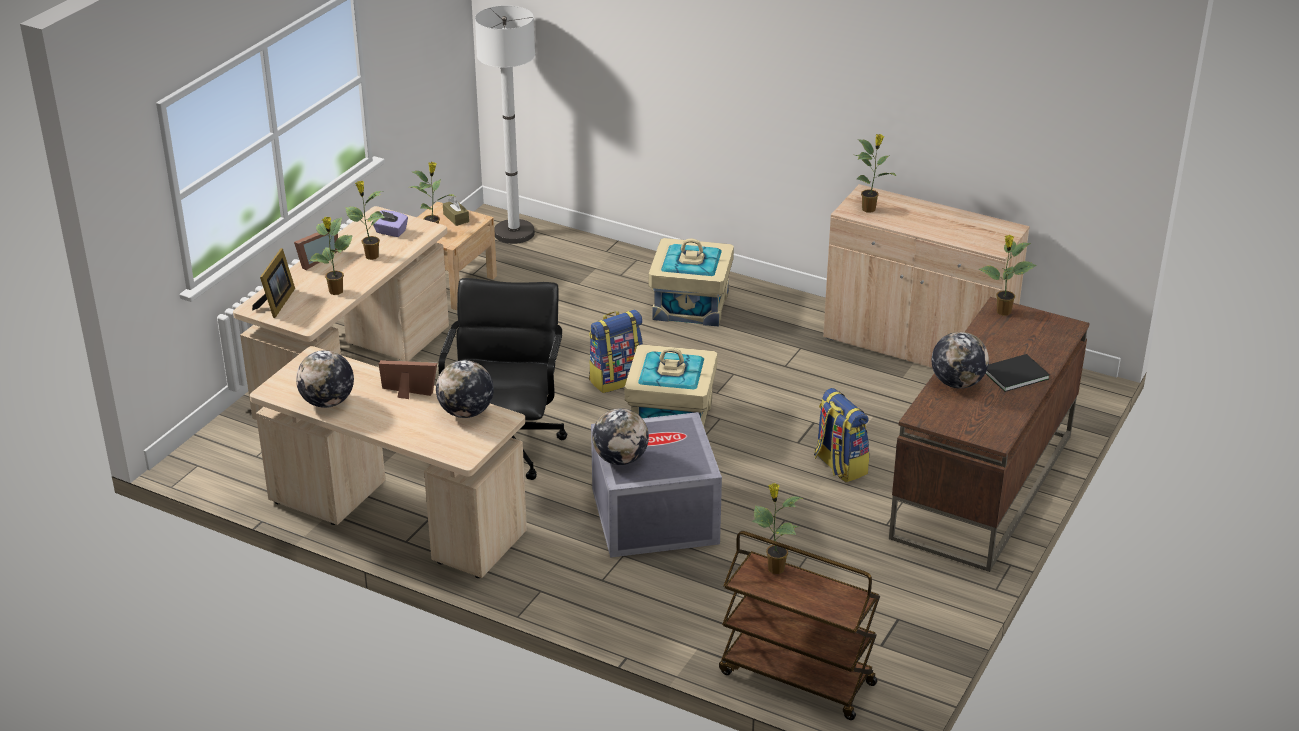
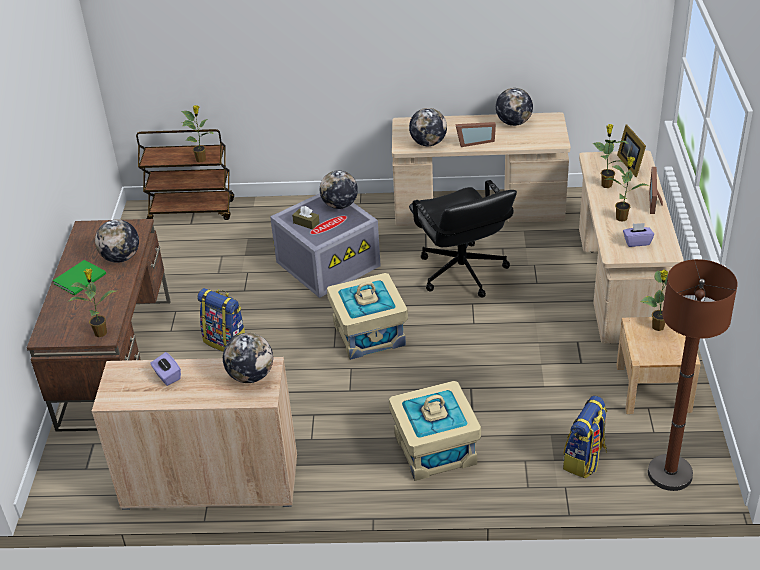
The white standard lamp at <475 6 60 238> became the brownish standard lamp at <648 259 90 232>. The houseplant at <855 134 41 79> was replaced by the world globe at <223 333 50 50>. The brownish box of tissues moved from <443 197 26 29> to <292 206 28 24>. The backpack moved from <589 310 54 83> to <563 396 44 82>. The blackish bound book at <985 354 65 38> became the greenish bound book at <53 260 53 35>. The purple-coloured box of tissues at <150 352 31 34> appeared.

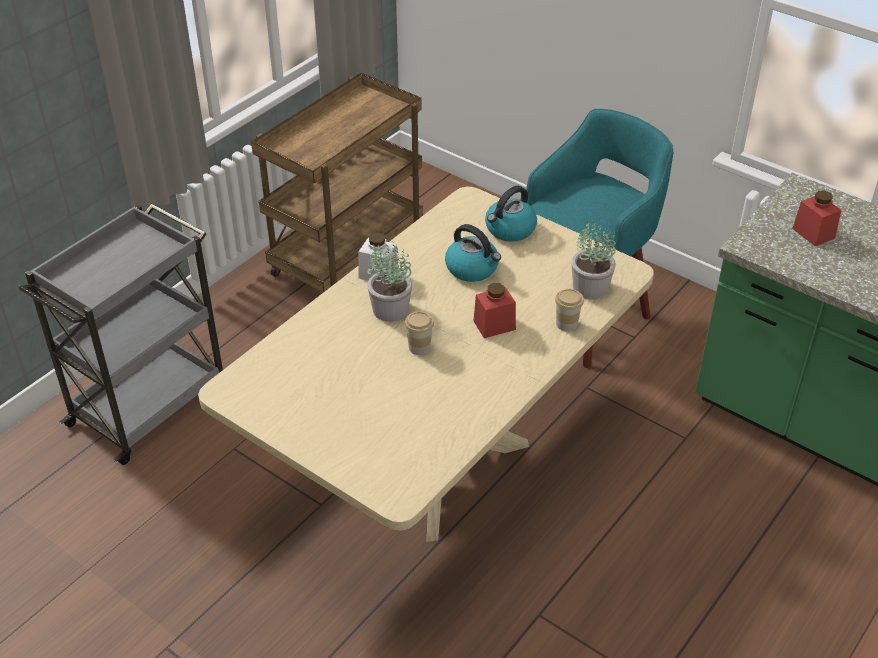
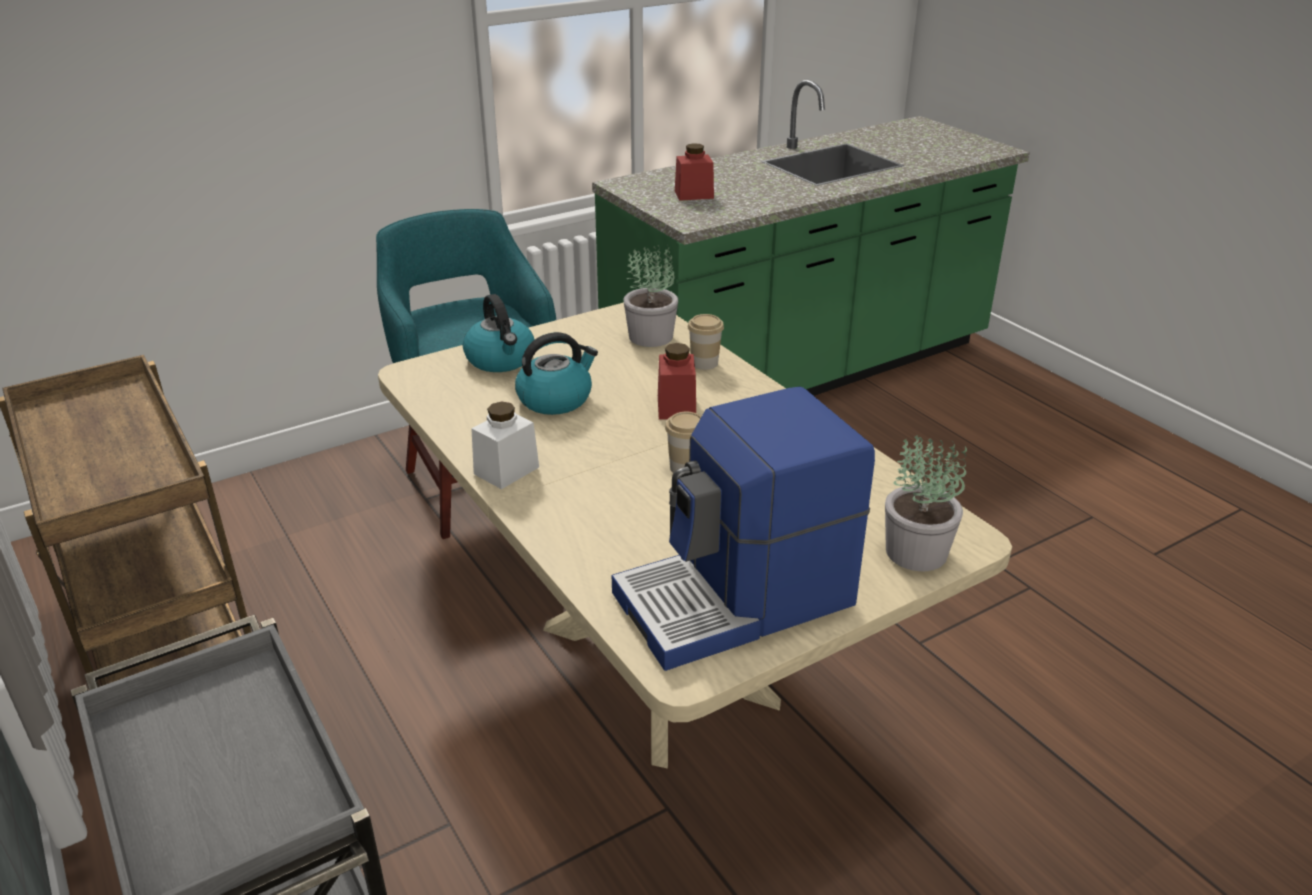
The houseplant moved from <367 241 45 81> to <885 436 82 135>. The coffee machine at <612 387 263 284> appeared.

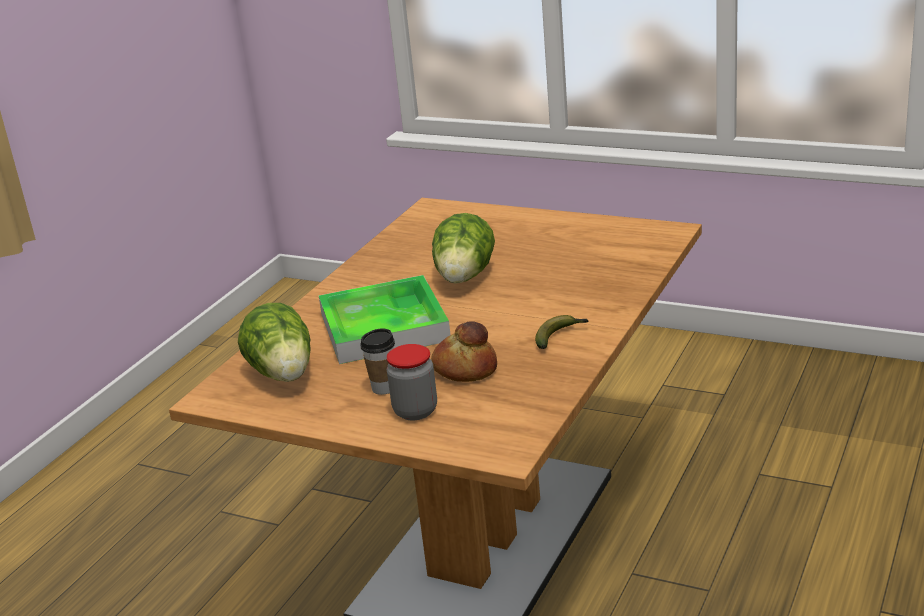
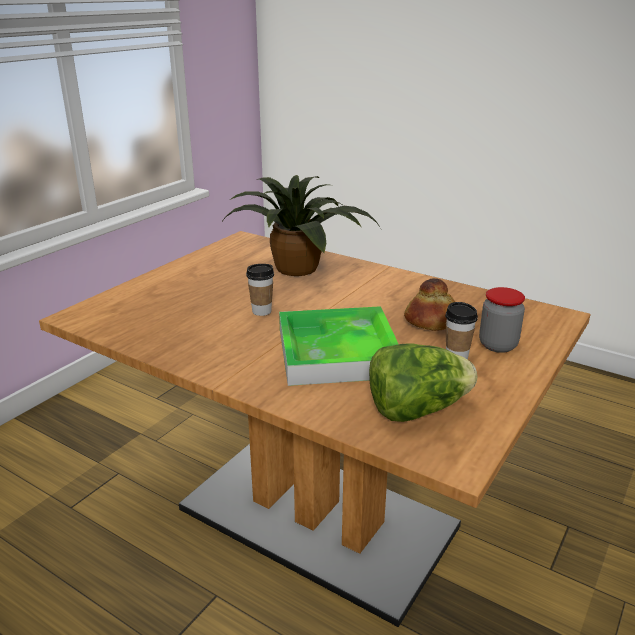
The lettuce at <432 213 63 71> was replaced by the small cup at <246 264 28 52>. The whole banana at <535 315 54 34> disappeared. The houseplant at <223 175 157 101> appeared.

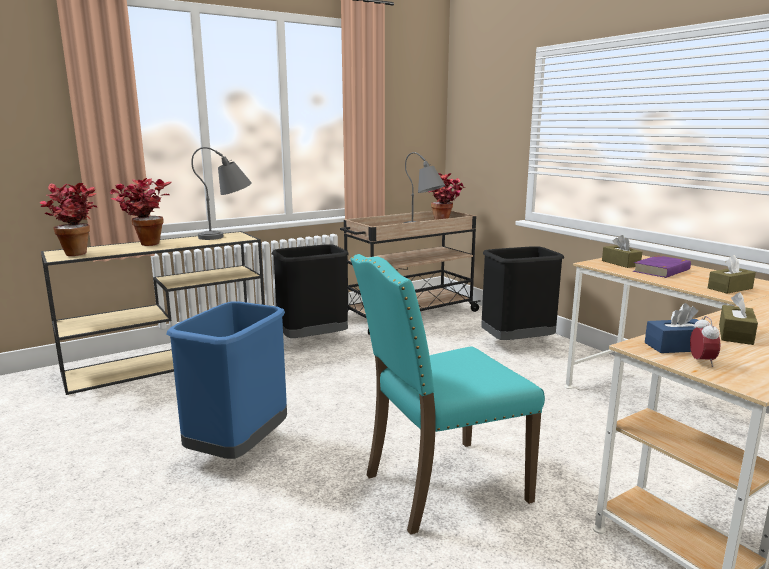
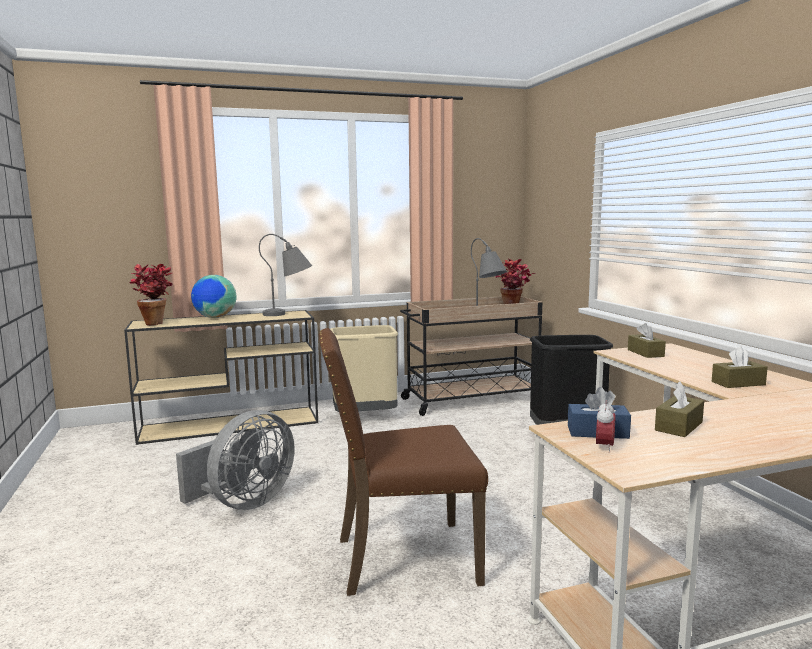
The houseplant at <110 178 62 68> was replaced by the world globe at <191 275 46 43>. The blackish trash can at <272 244 77 94> became the sand-coloured trash can at <330 325 68 87>. The blue-green chair at <350 254 195 281> became the brownish chair at <319 328 169 268>. The purple-coloured bound book at <633 255 58 23> disappeared. The bluish trash can at <167 301 120 158> was replaced by the greyish electric fan at <176 410 119 100>.

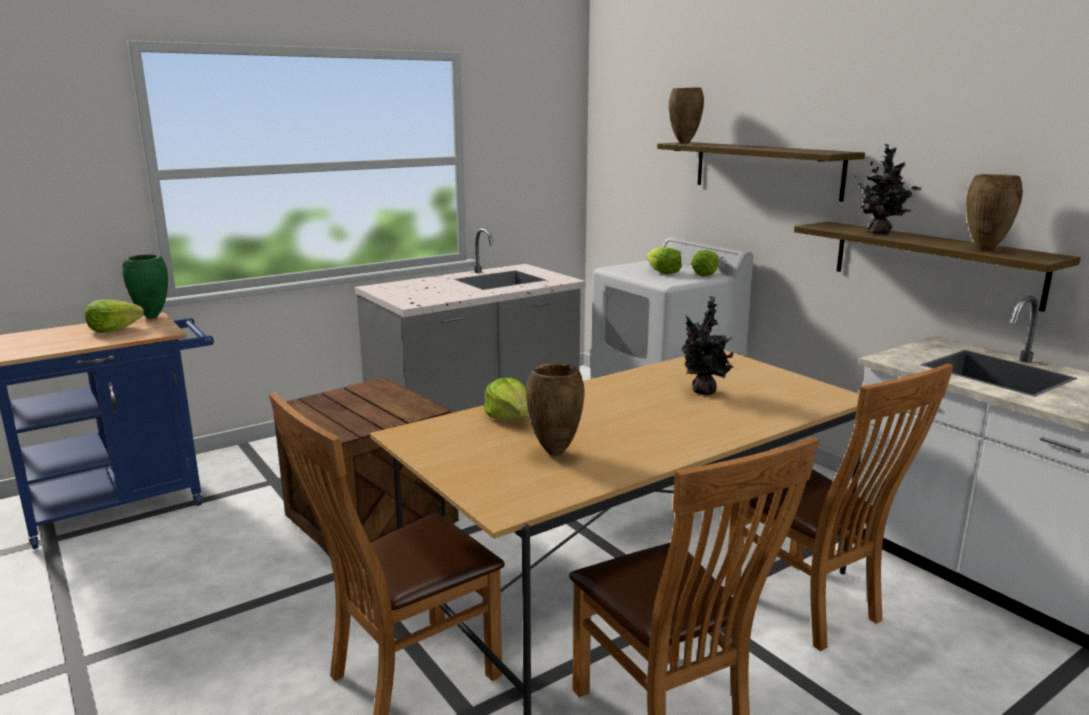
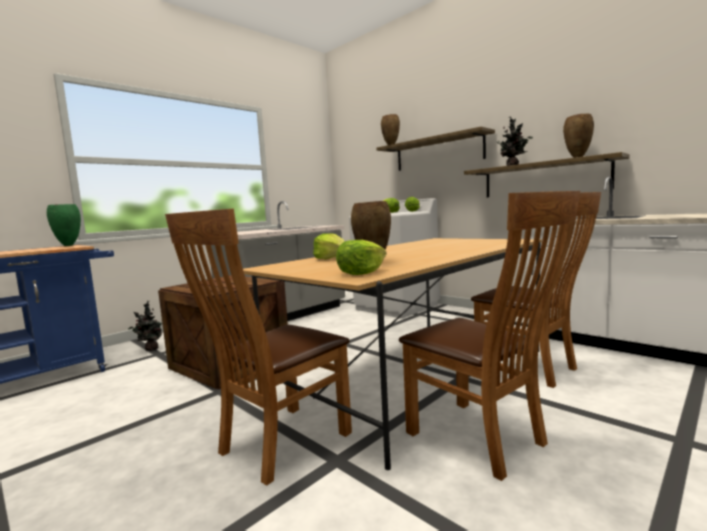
The houseplant moved from <681 296 53 99> to <128 301 34 50>. The lettuce moved from <85 300 59 33> to <336 240 50 35>.

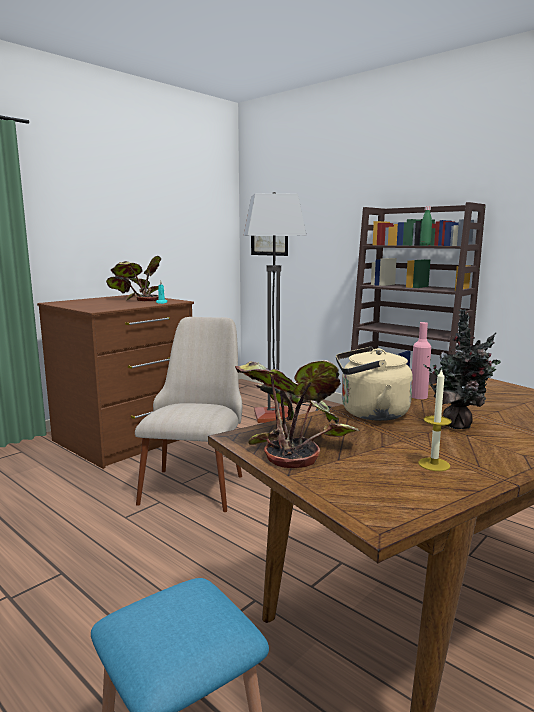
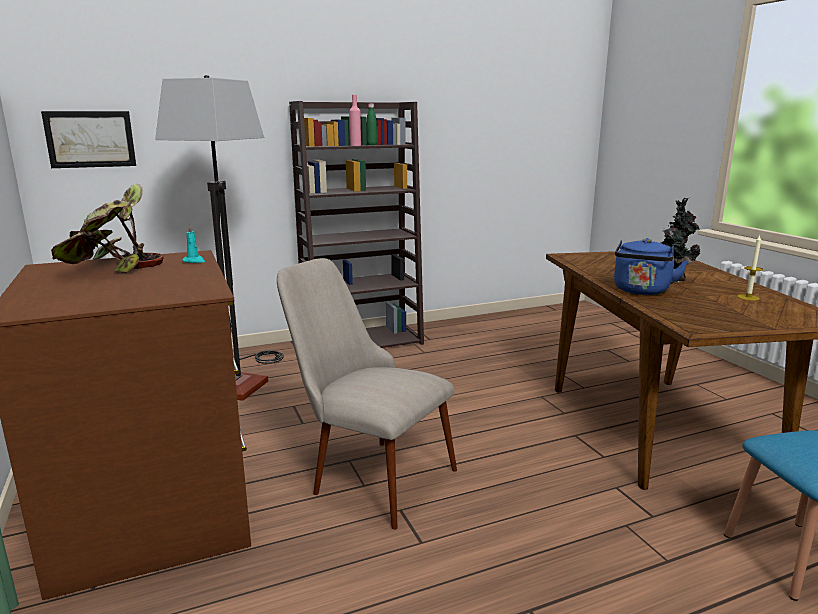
The pinkish beverage bottle moved from <411 322 20 77> to <349 95 12 51>. The sand-coloured tea kettle at <336 347 77 74> became the bluish tea kettle at <614 238 74 57>. The houseplant at <235 360 125 108> disappeared.

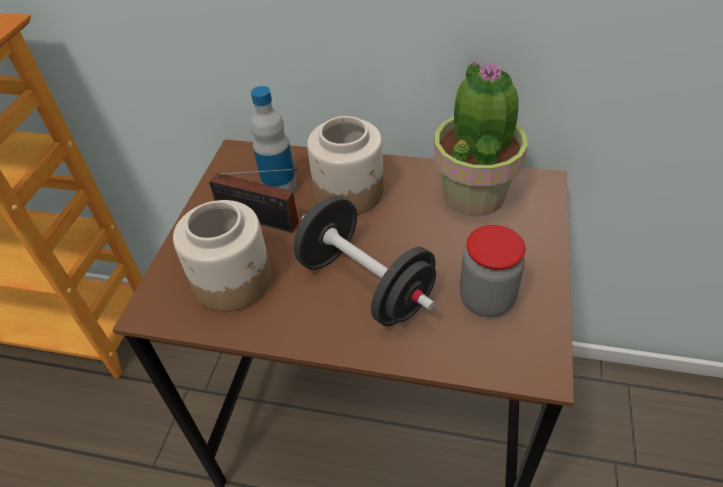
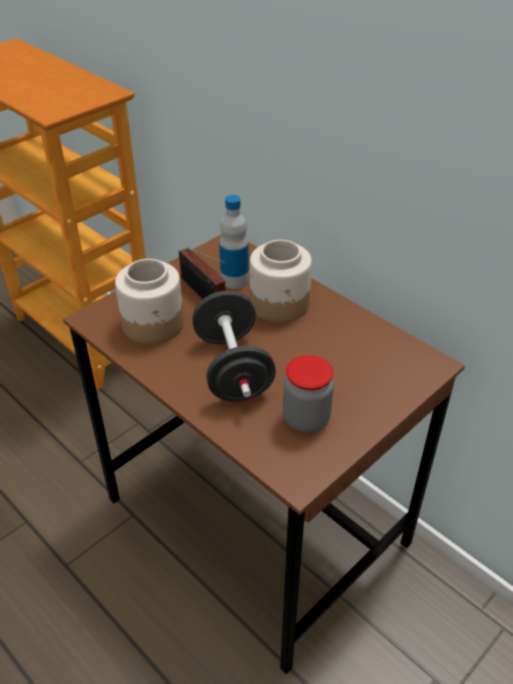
The houseplant at <434 60 94 156> disappeared.

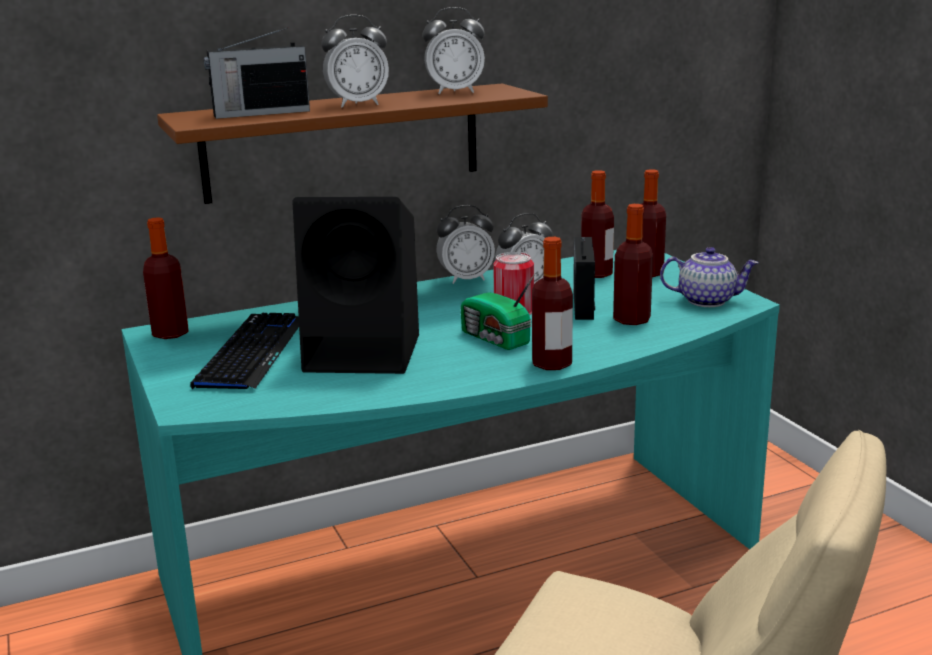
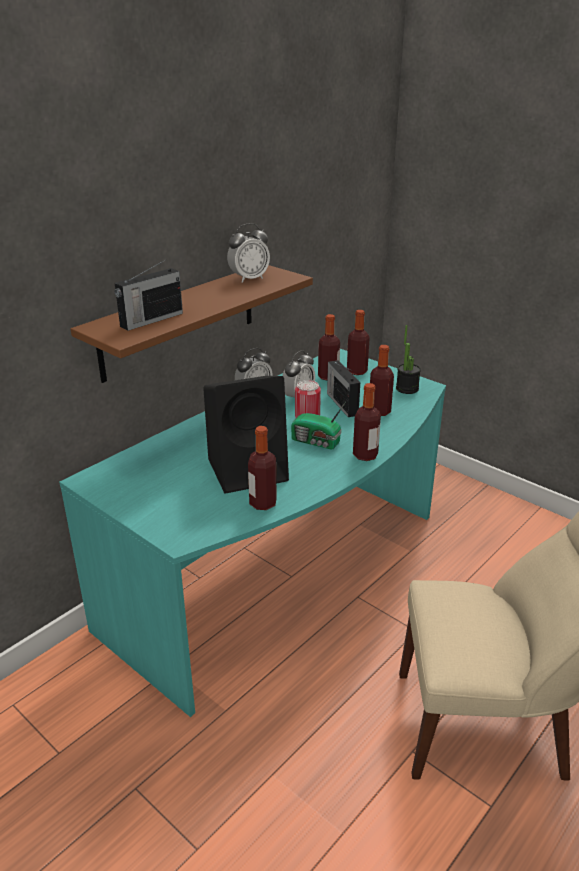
The alarm clock at <321 15 68 93> disappeared. The beverage bottle moved from <143 217 45 122> to <248 426 29 84>. The tea pot at <660 247 99 60> was replaced by the houseplant at <396 325 25 69>. The keyboard at <190 313 109 76> disappeared.

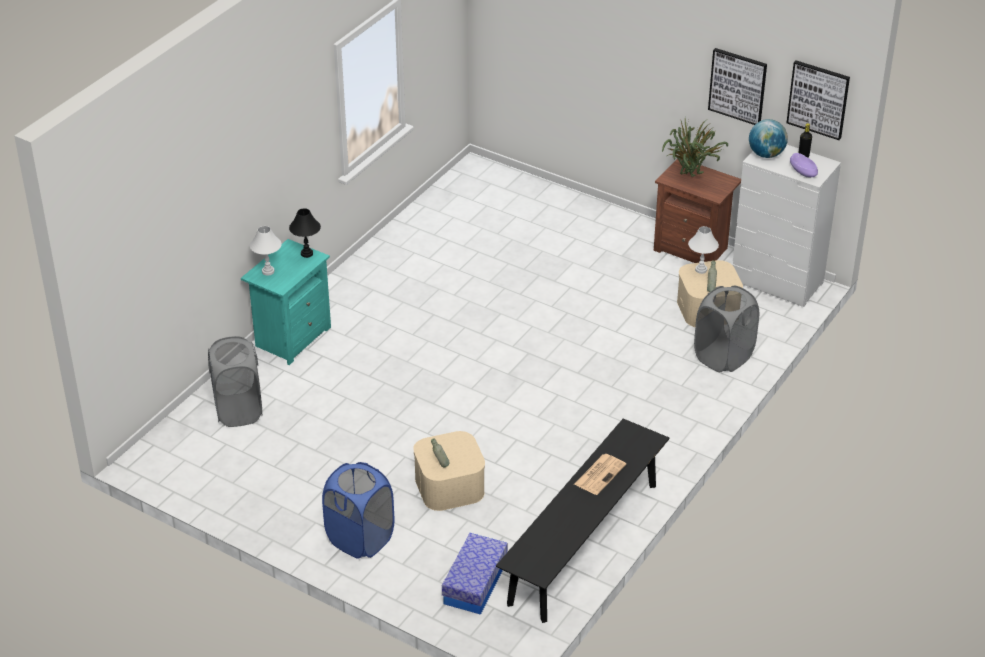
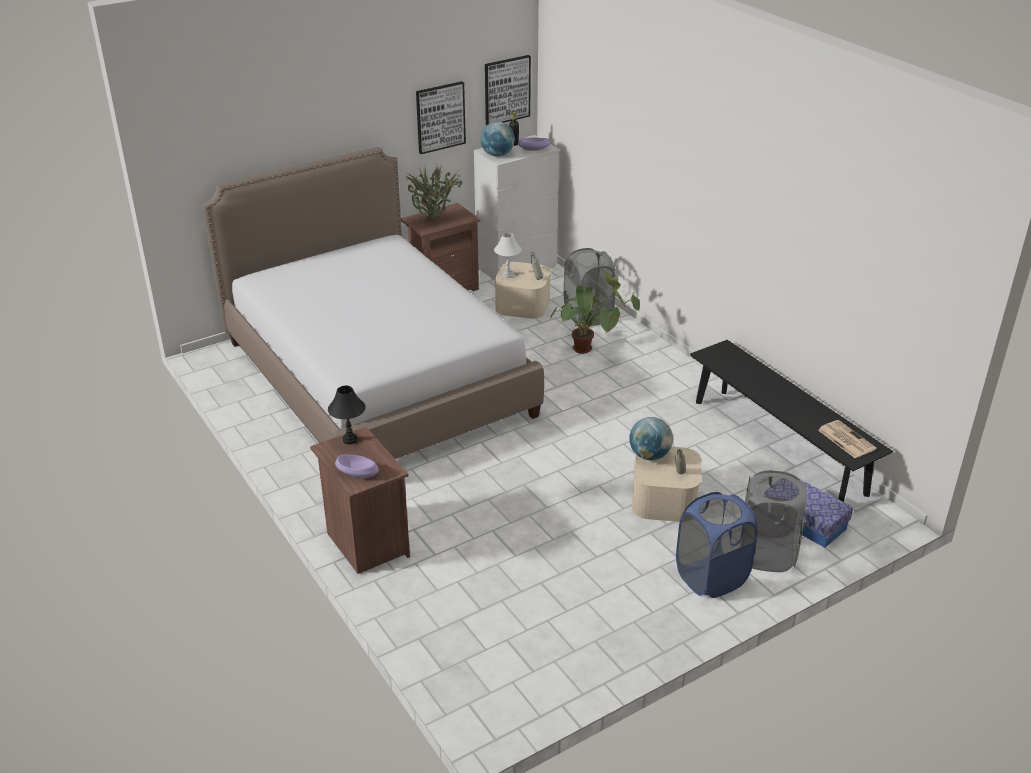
The white table lamp at <250 226 32 49> was replaced by the purple-coloured bowl at <335 454 44 24>. The blue-green bedside table at <241 239 90 126> became the brownish bedside table at <310 427 100 147>. The greyish laundry basket moved from <208 336 54 91> to <745 470 62 102>. The newspaper moved from <574 454 52 41> to <818 420 58 38>. The sleeping bed at <202 147 342 312> appeared. The houseplant at <550 272 90 82> appeared. The world globe at <629 417 44 44> appeared.

